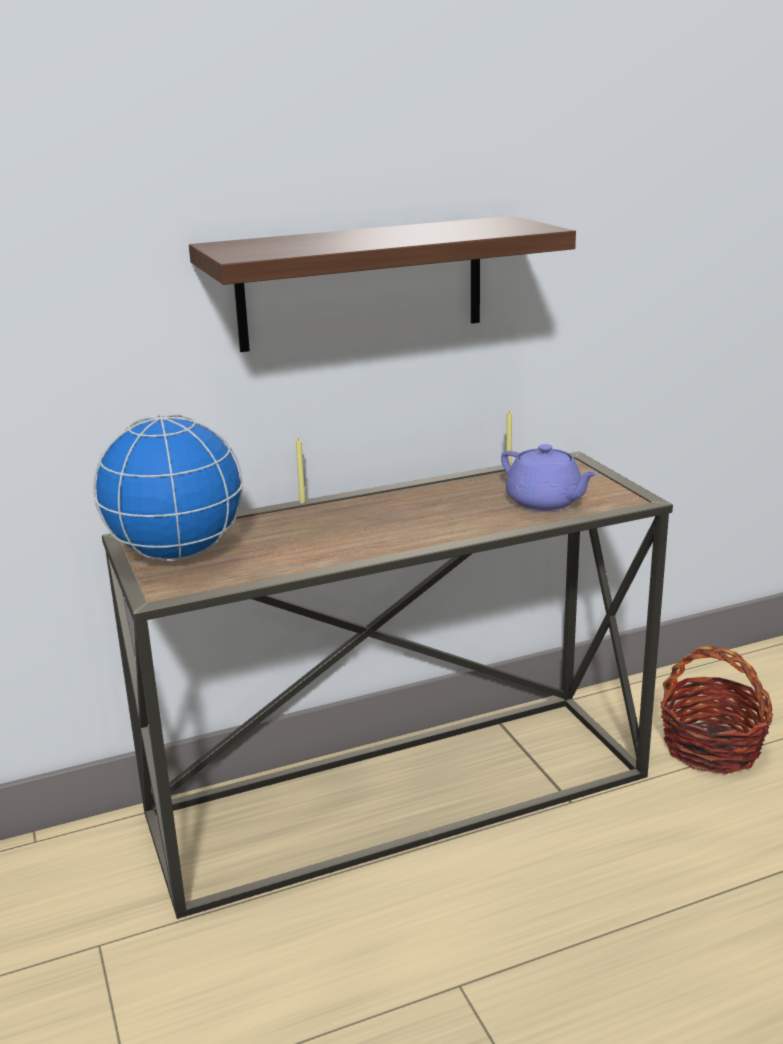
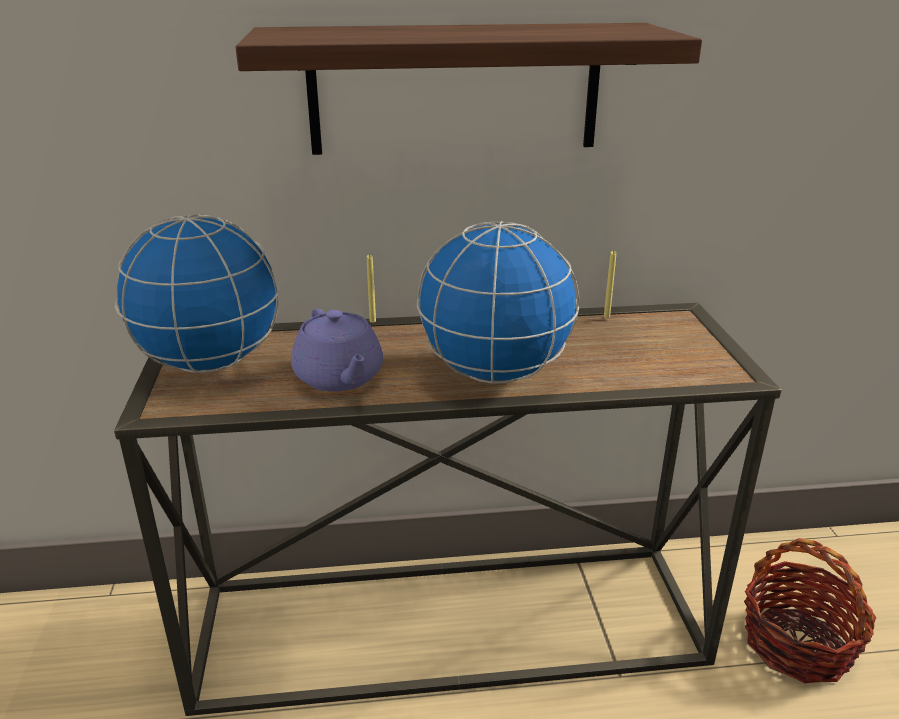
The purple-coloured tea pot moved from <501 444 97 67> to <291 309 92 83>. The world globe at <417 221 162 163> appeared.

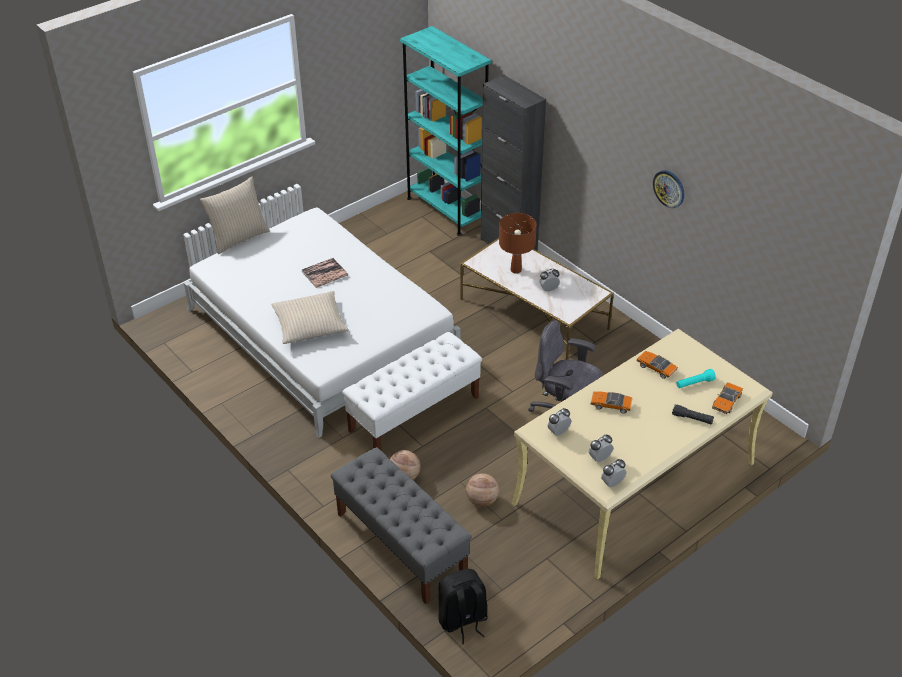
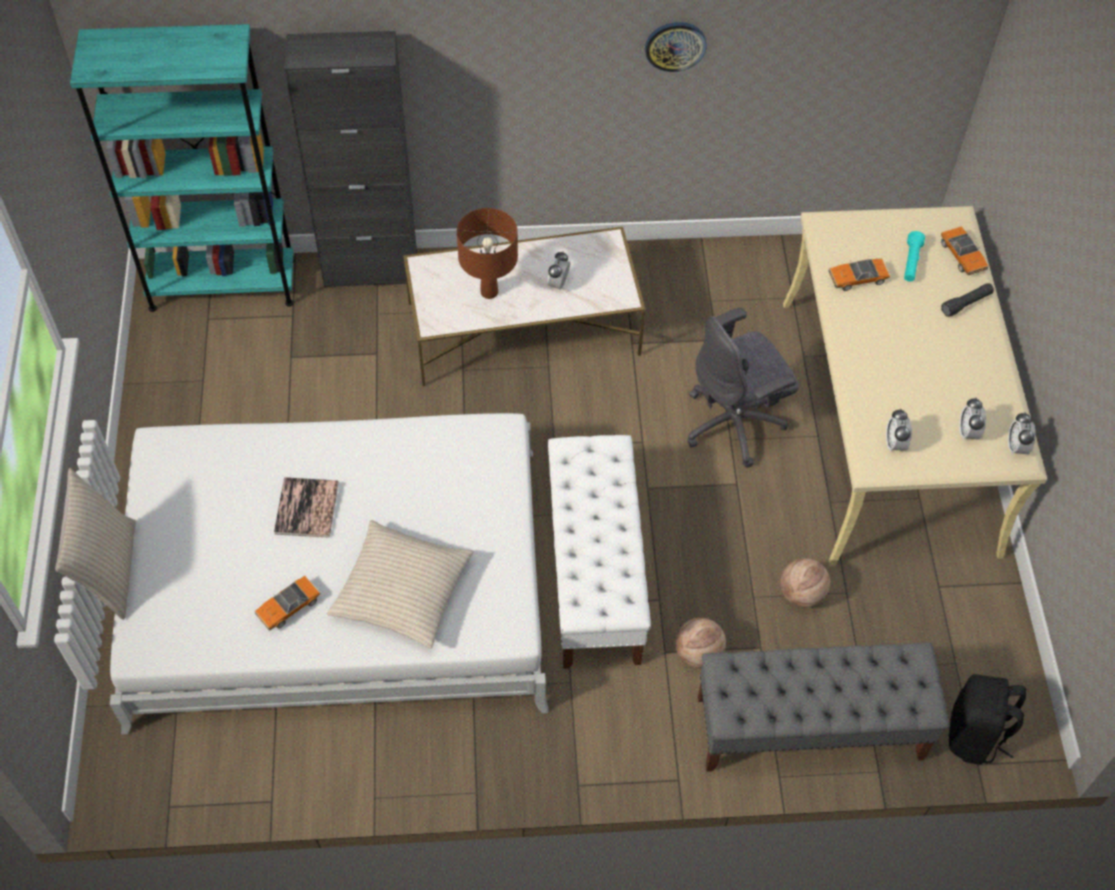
The toy car moved from <591 391 42 23> to <255 576 65 55>.

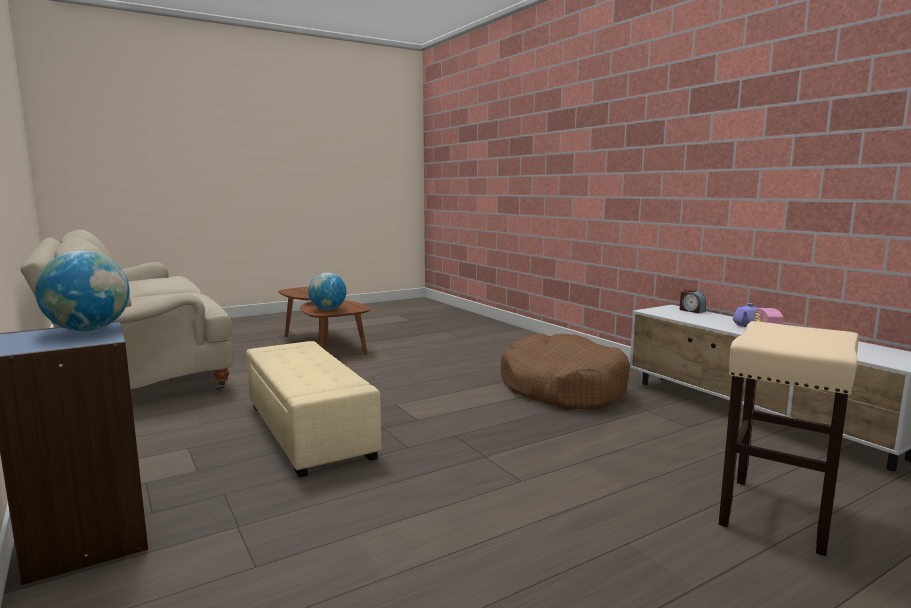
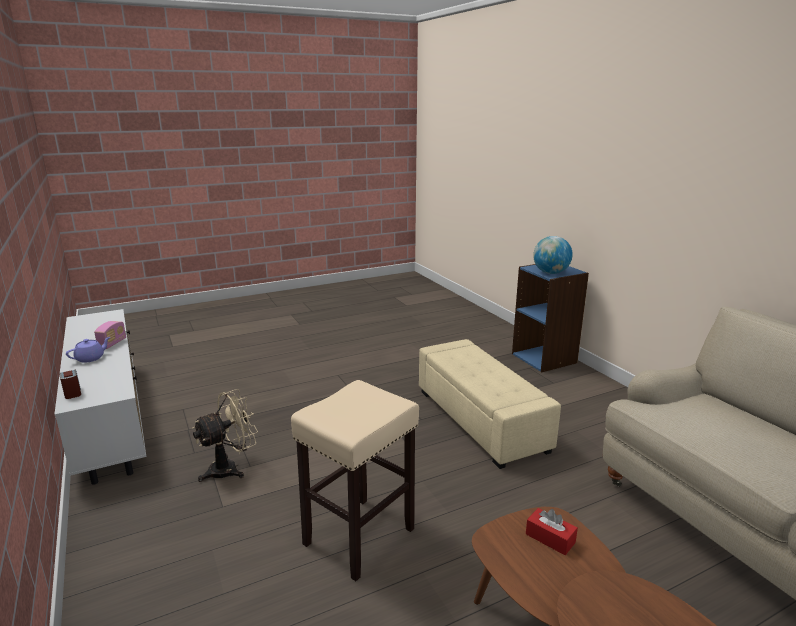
The world globe at <308 273 38 37> was replaced by the red box of tissues at <526 508 52 47>. The sand-coloured stool moved from <719 321 140 235> to <291 380 128 201>. The brownish dog cushion at <501 333 129 77> was replaced by the sand-coloured electric fan at <193 389 65 93>.

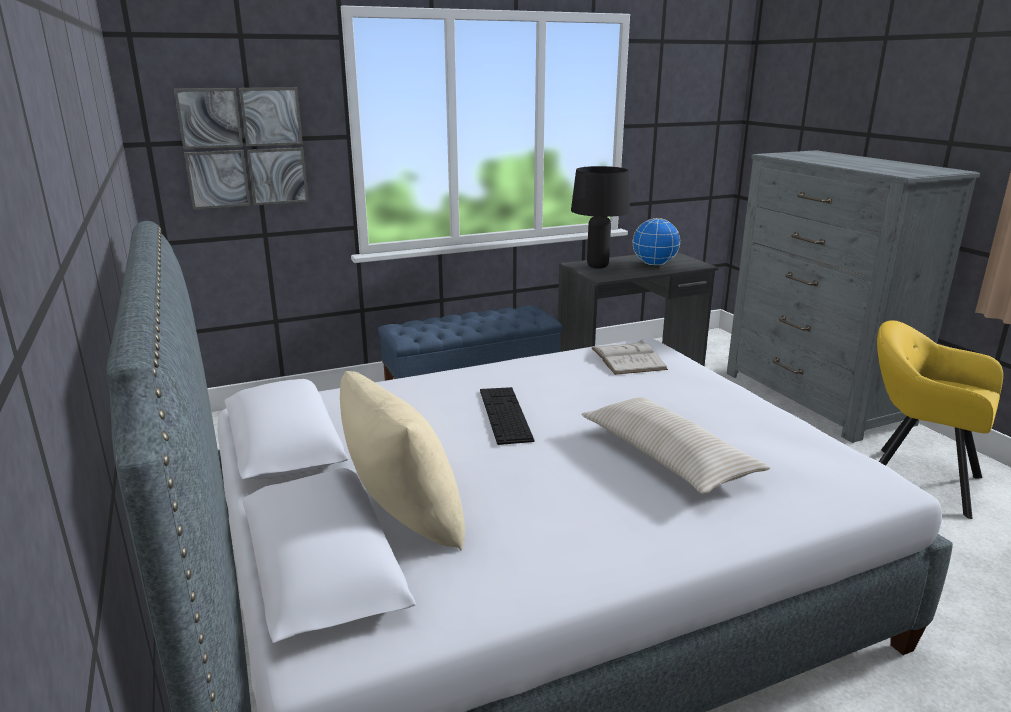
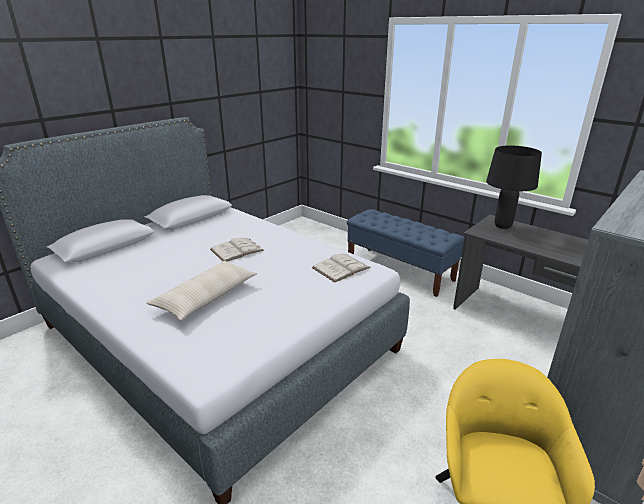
The wall art at <174 87 135 123> disappeared. The world globe at <633 218 47 48> disappeared. The sand-coloured cushion at <340 371 125 180> disappeared. The keyboard at <480 387 55 58> was replaced by the white bound book at <210 238 54 24>.

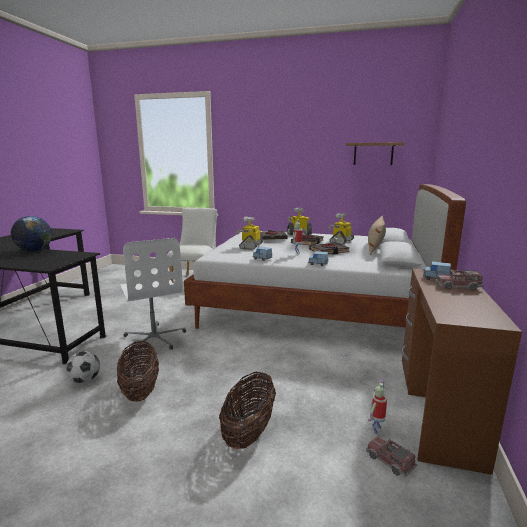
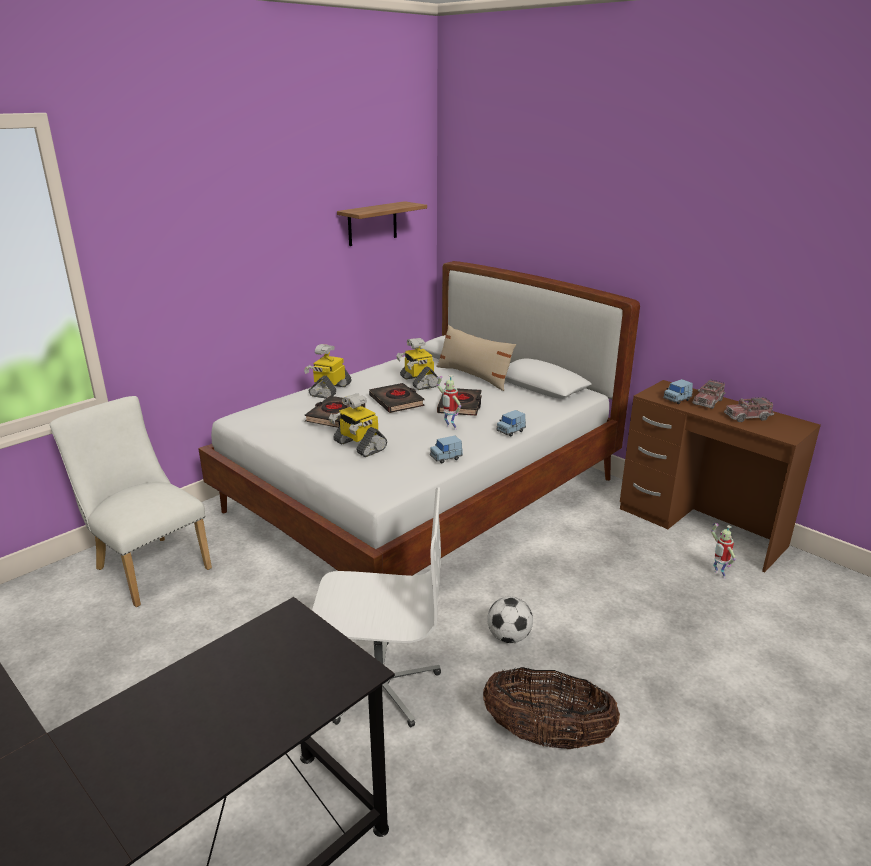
The world globe at <11 216 41 36> disappeared. The football ball moved from <66 351 34 32> to <487 596 46 47>. The storage basket at <219 372 57 77> disappeared. The model truck moved from <366 437 51 40> to <724 397 50 25>.

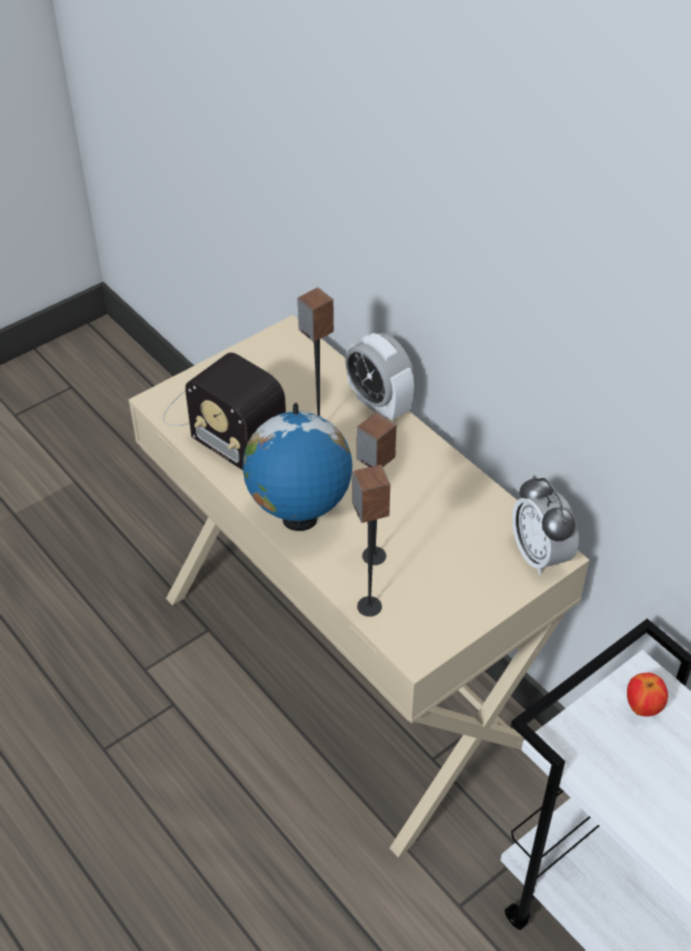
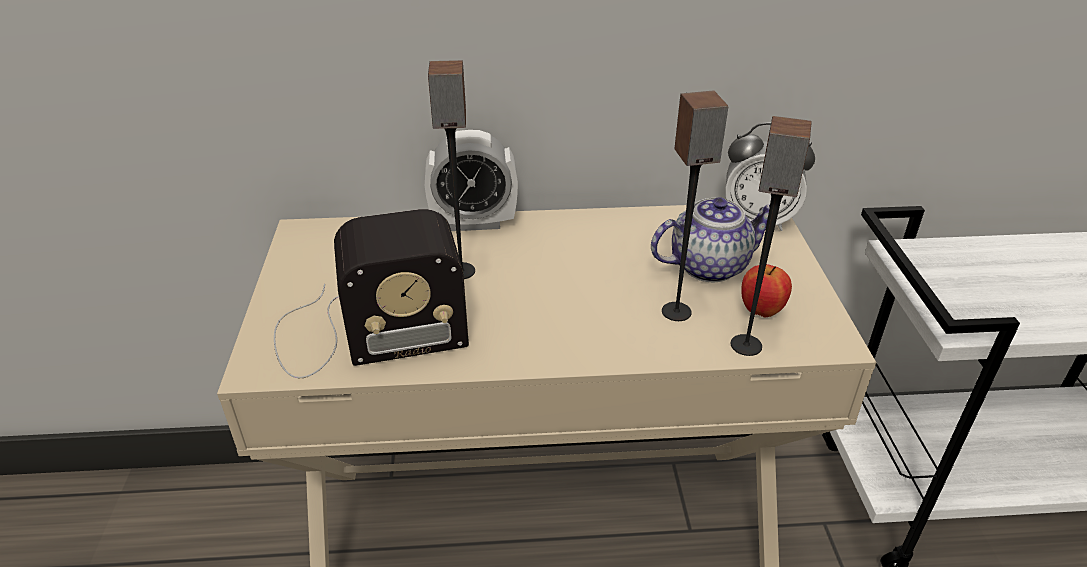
The world globe at <243 403 110 128> disappeared. The apple moved from <627 673 41 43> to <741 264 51 53>. The tea pot at <651 197 119 85> appeared.

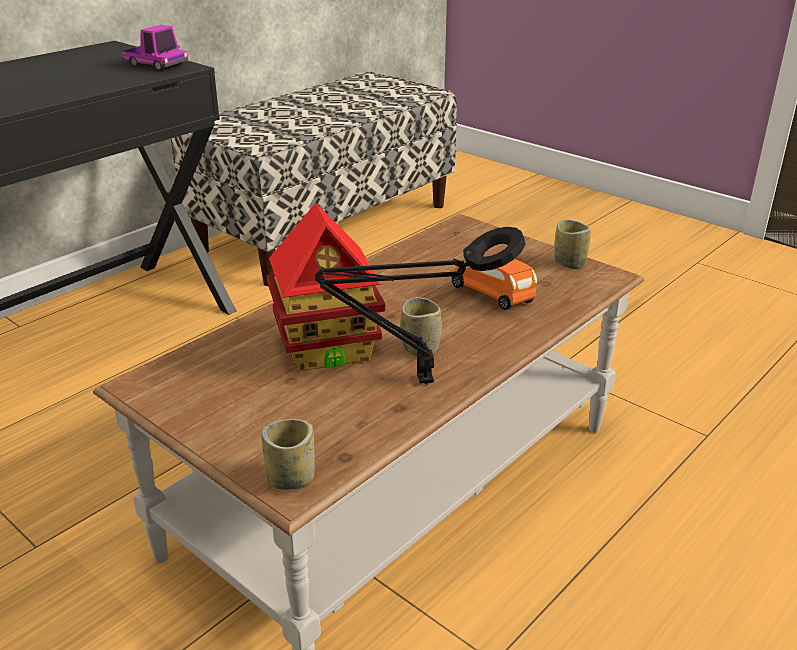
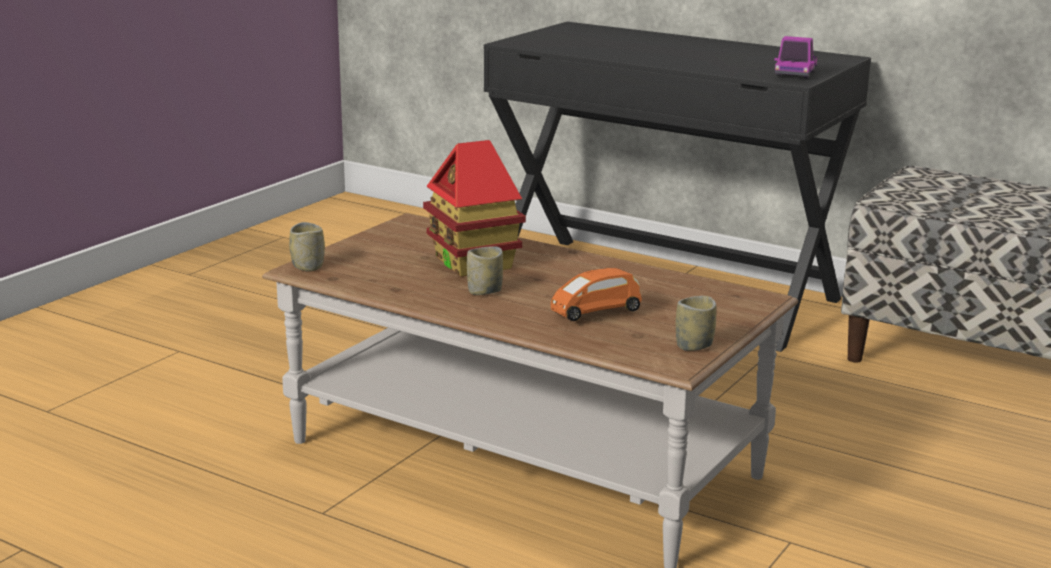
The blackish table lamp at <315 227 210 157> disappeared. The orange toy car at <451 259 86 51> turned 150 degrees counterclockwise.

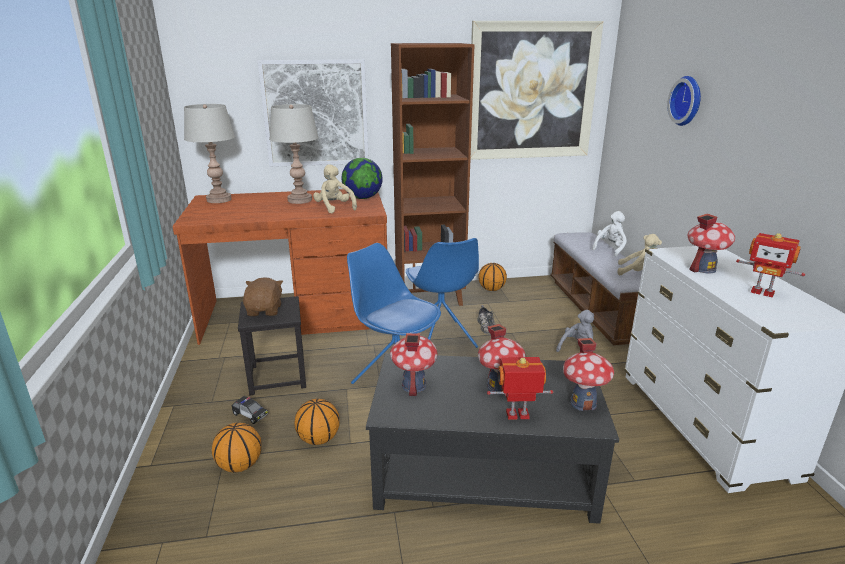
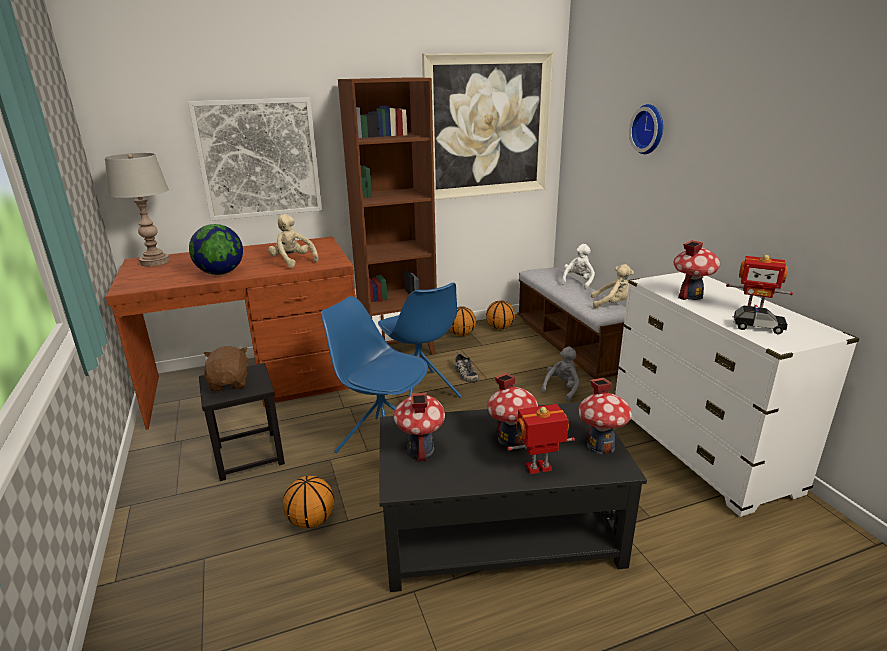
The greyish table lamp at <269 104 50 100> disappeared. The world globe moved from <342 158 41 41> to <189 224 54 51>. The toy car moved from <232 396 36 28> to <732 305 56 29>. The basketball ball moved from <212 423 50 50> to <486 300 29 30>.

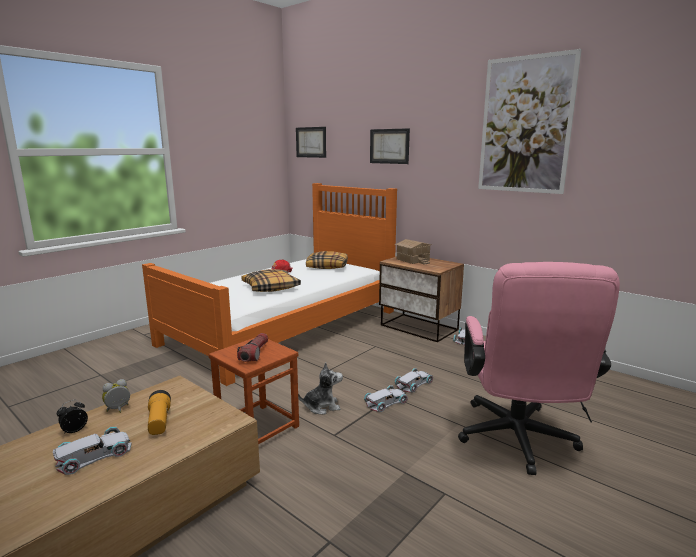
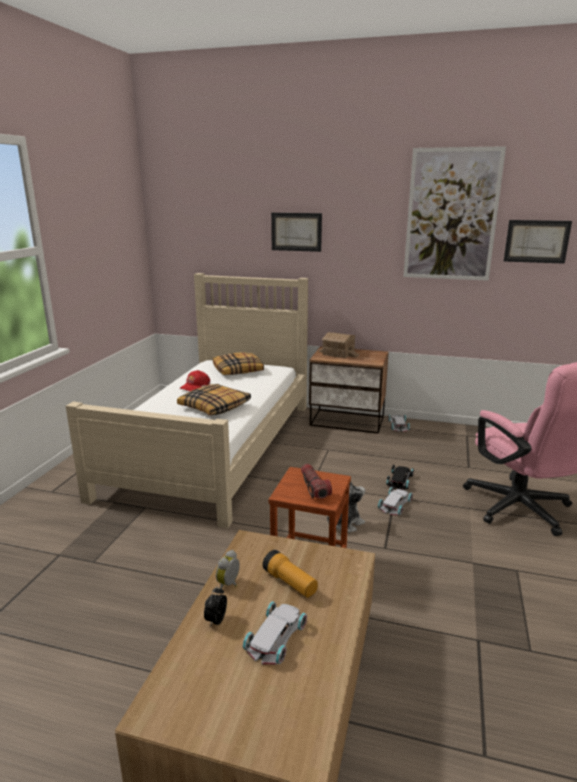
The wall art moved from <296 127 30 31> to <504 220 68 44>. The orange sleeping bed at <142 183 255 203> became the sand-coloured sleeping bed at <66 273 242 255>. The white toy car at <394 368 39 25> became the blackish toy car at <386 465 28 25>.

